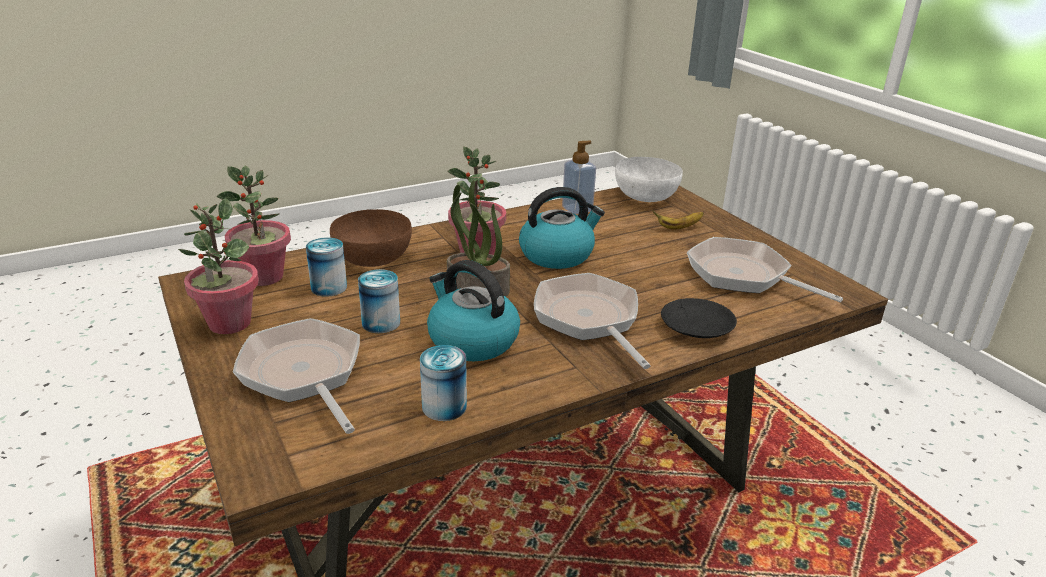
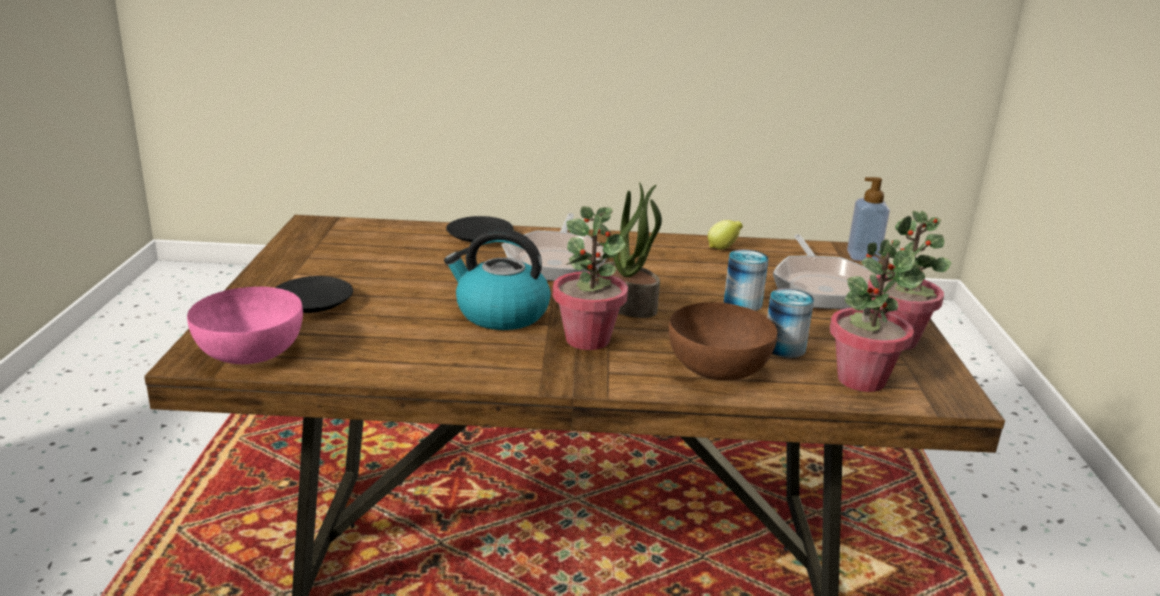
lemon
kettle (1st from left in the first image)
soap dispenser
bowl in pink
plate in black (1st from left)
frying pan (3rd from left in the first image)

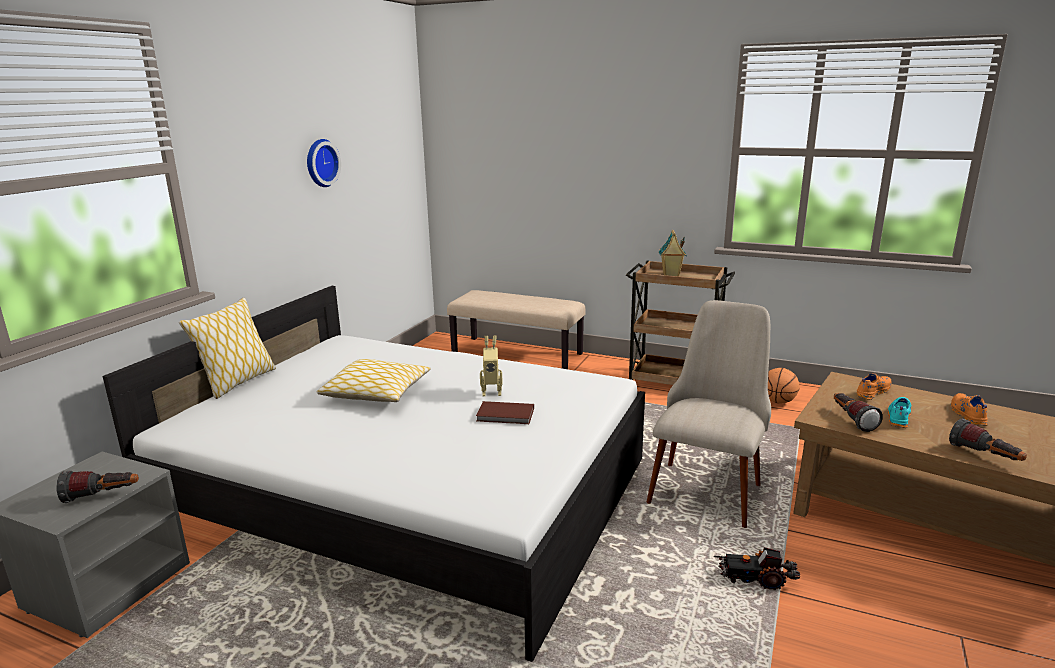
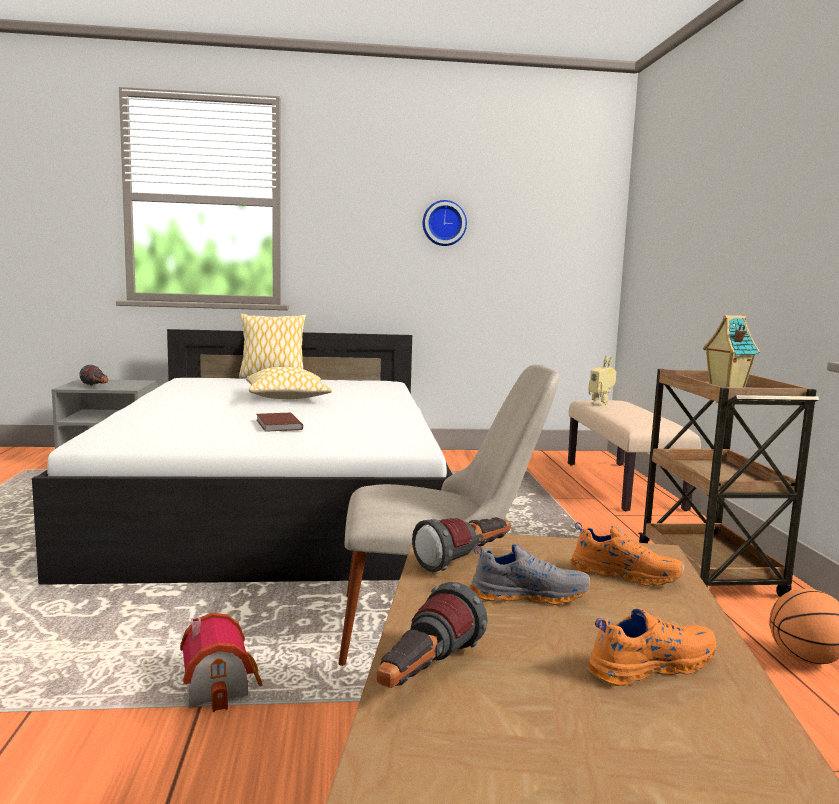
toy robot
toy house (1st from left)
shoe in grey

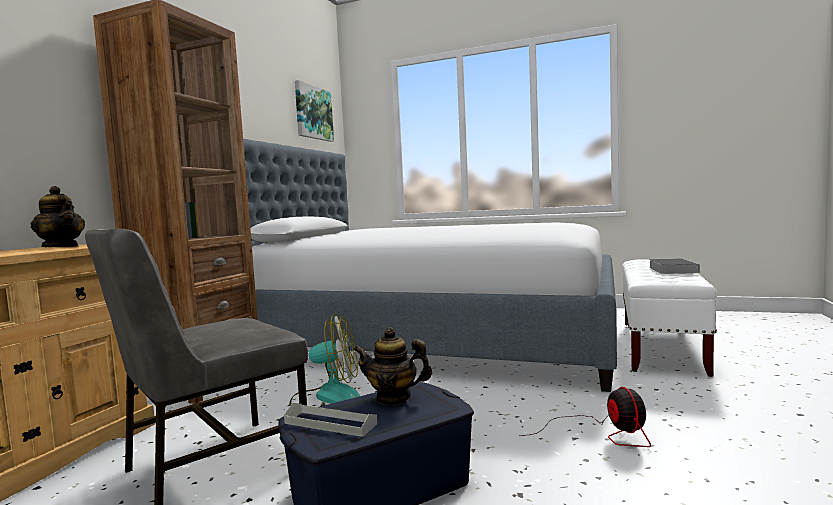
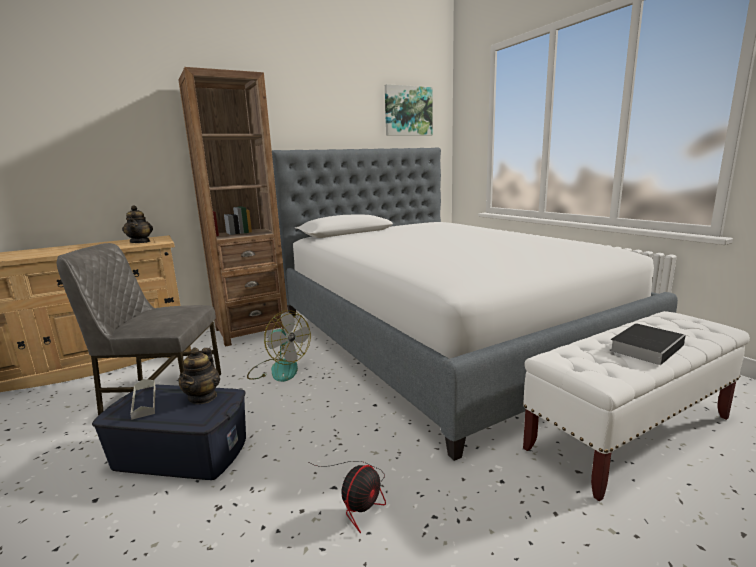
teapot (2nd from left)

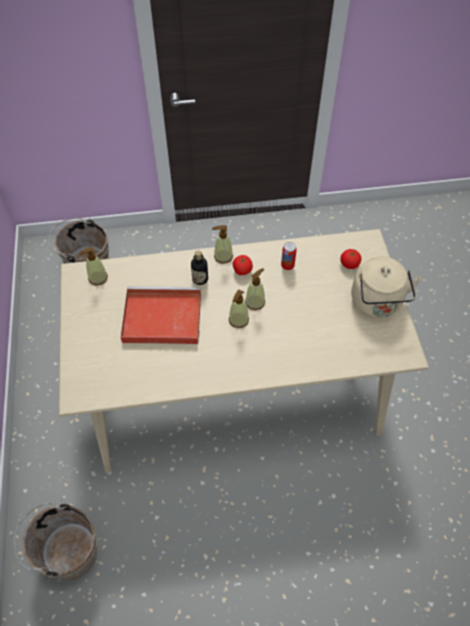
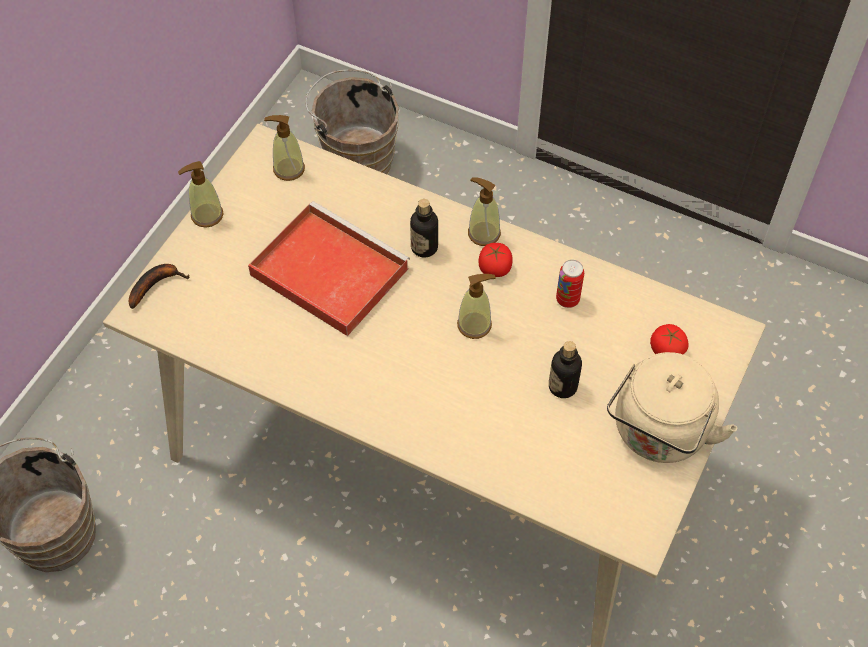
soap dispenser (1st from left)
banana
bottle (2nd from left)

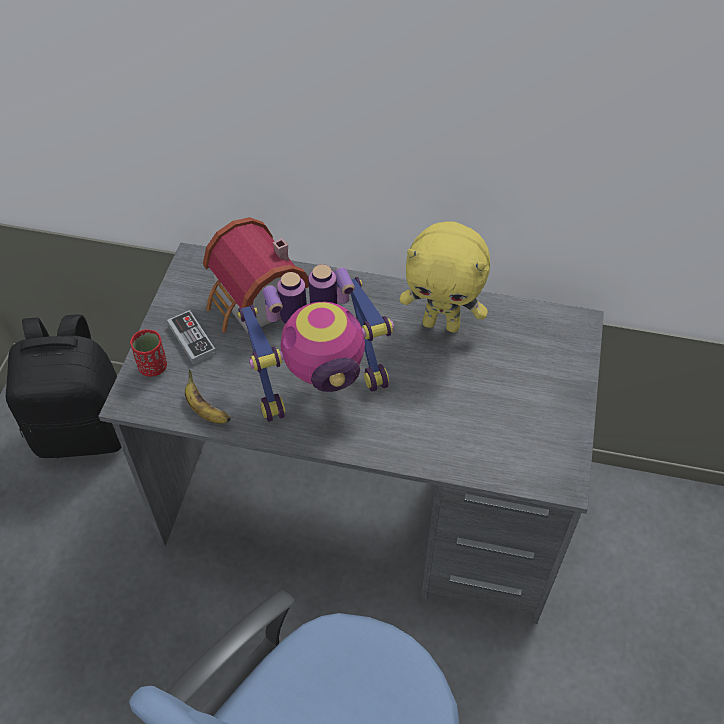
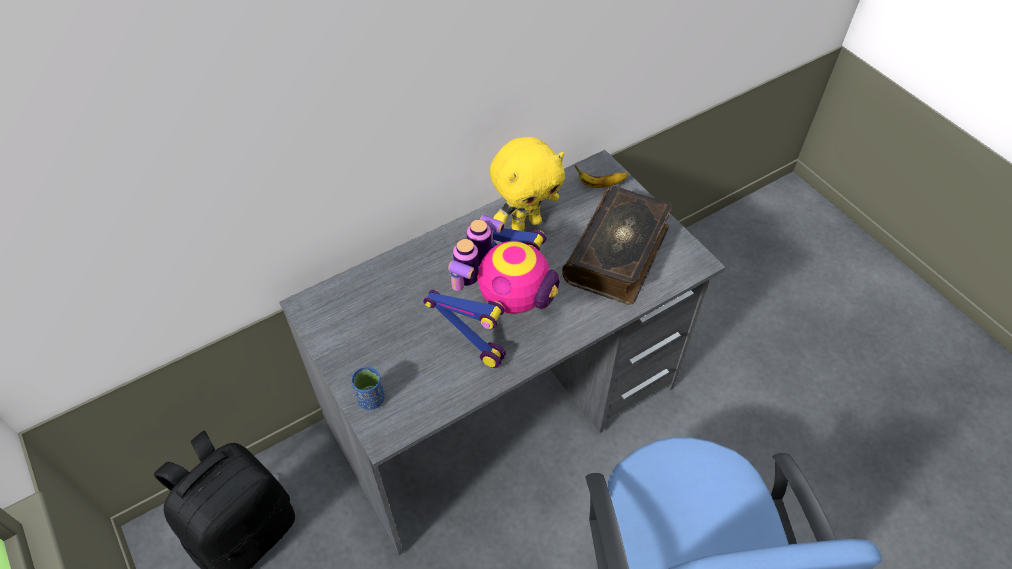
cup in blue
game controller
banana
toy house
book

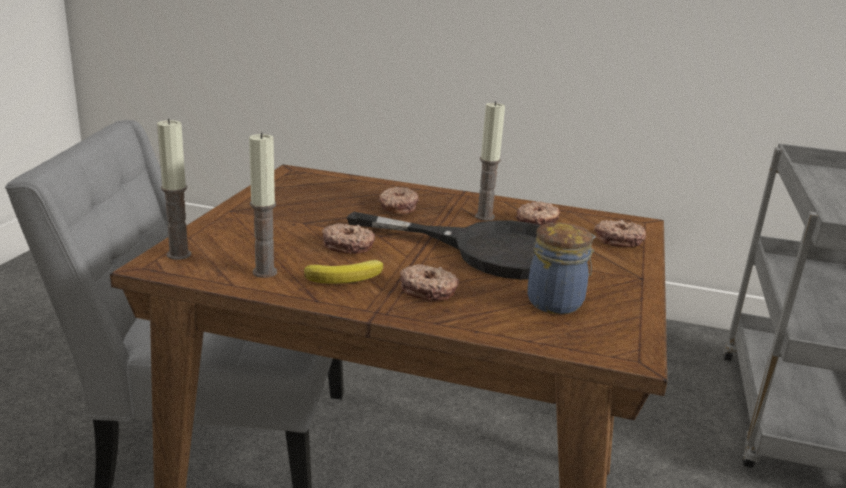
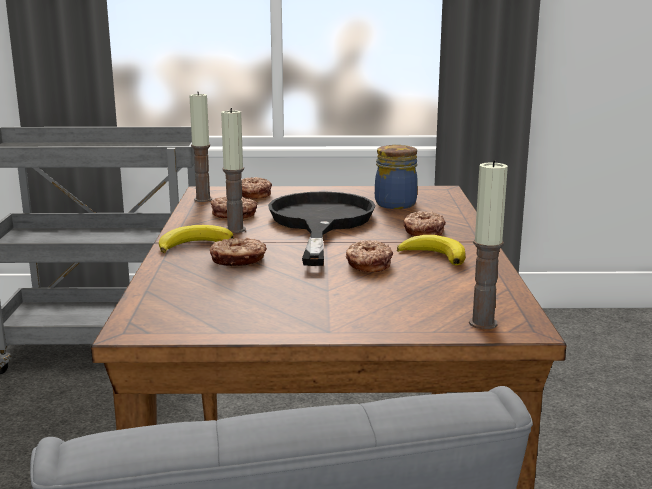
candle (1st from left)
banana (1st from left)

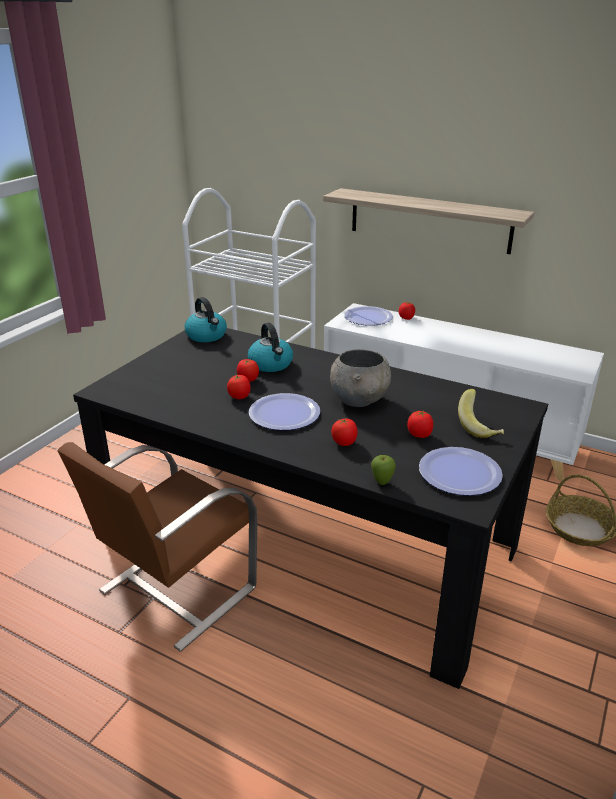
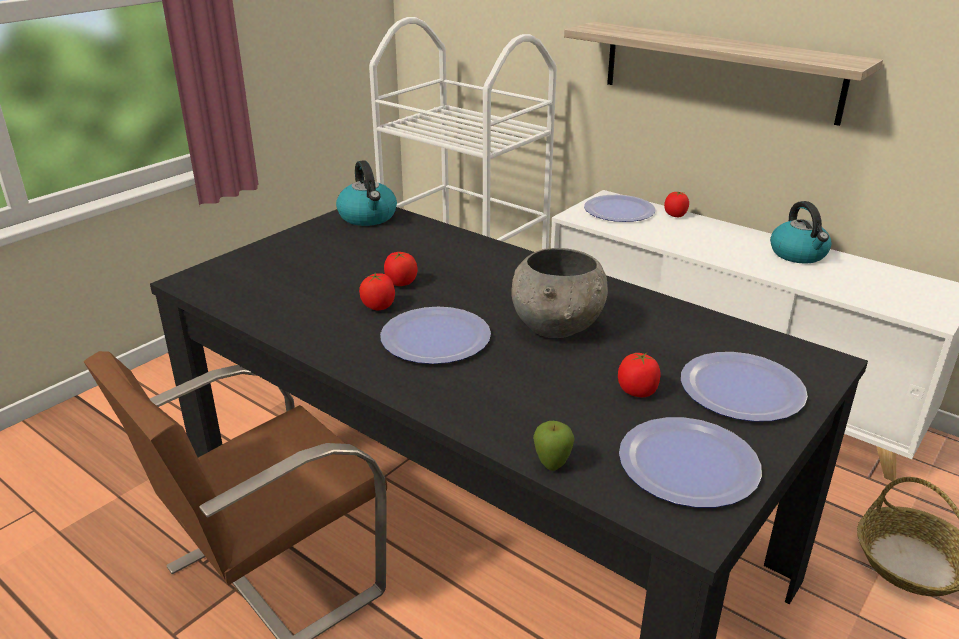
kettle (2nd from left)
tomato (3rd from left in the first image)
plate (4th from left)

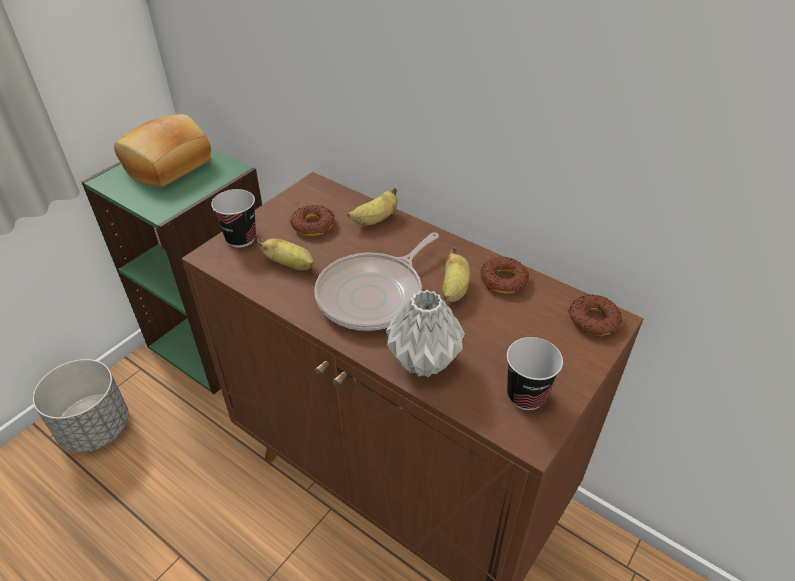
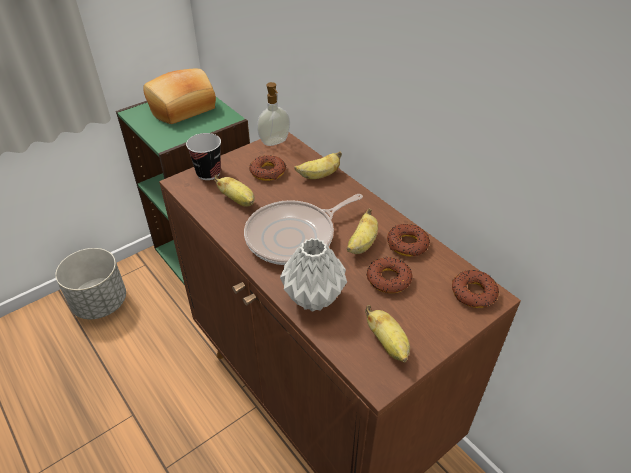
banana (4th from left)
soap dispenser
donut (2nd from left)

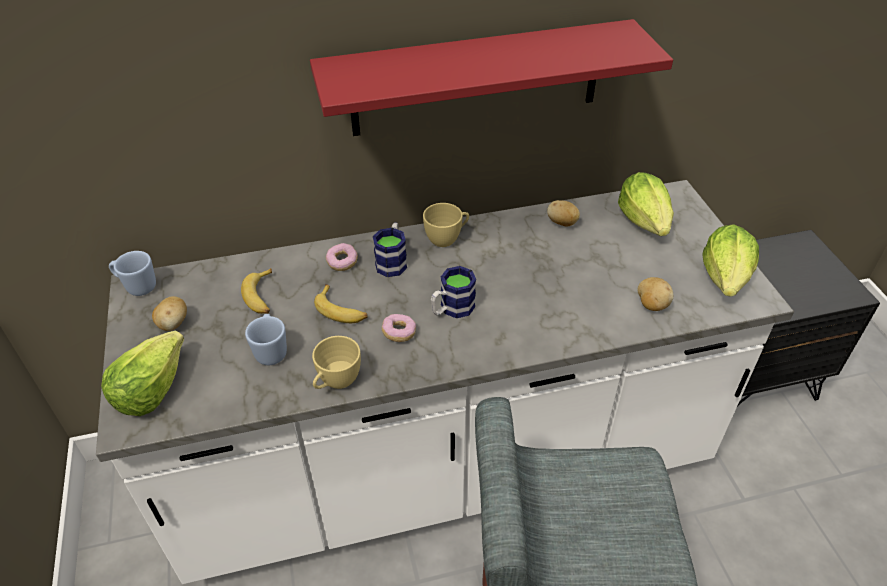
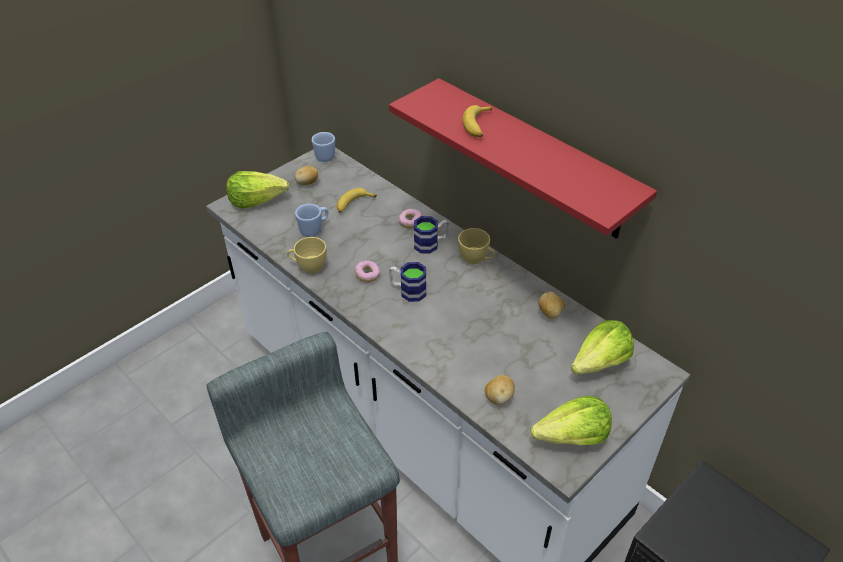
banana (2nd from left)

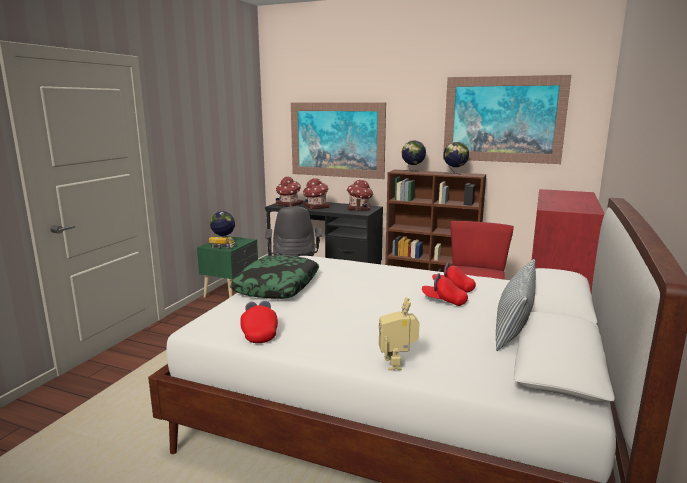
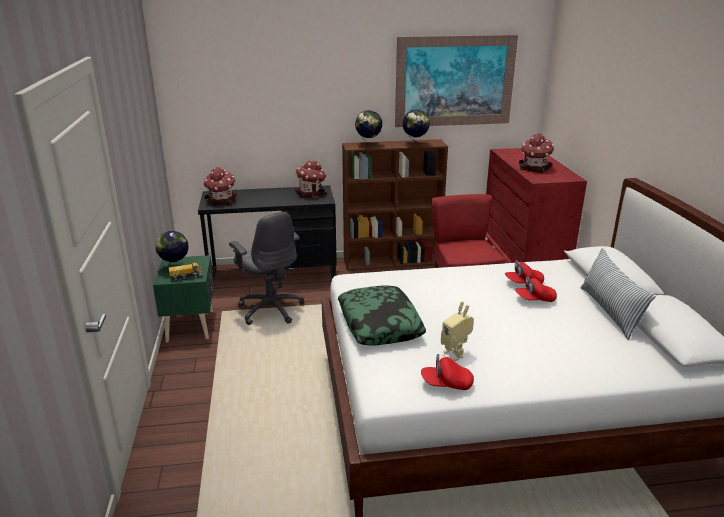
cap in red (1st from left)
picture (1st from left in the first image)
toy house (3rd from left)
toy robot

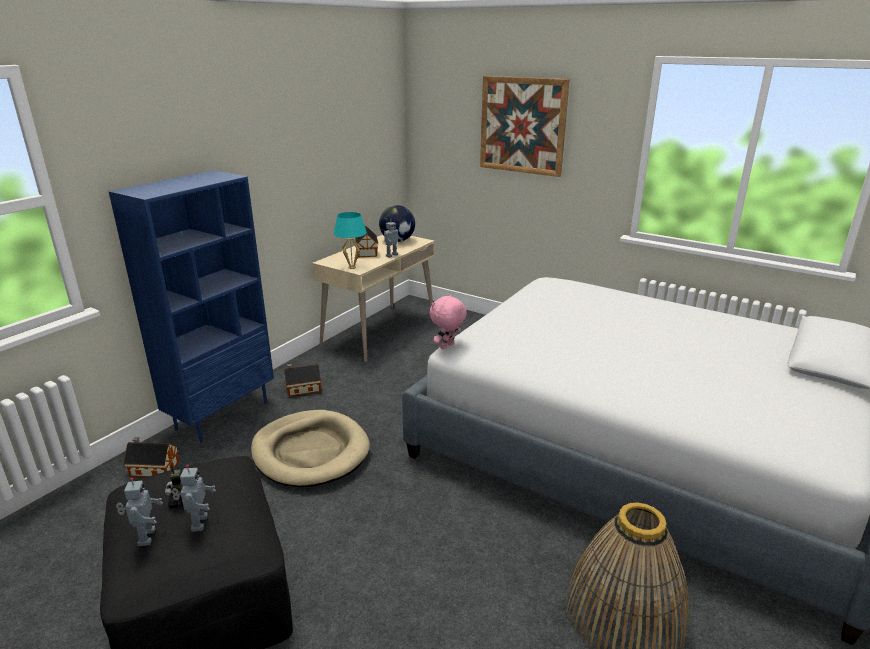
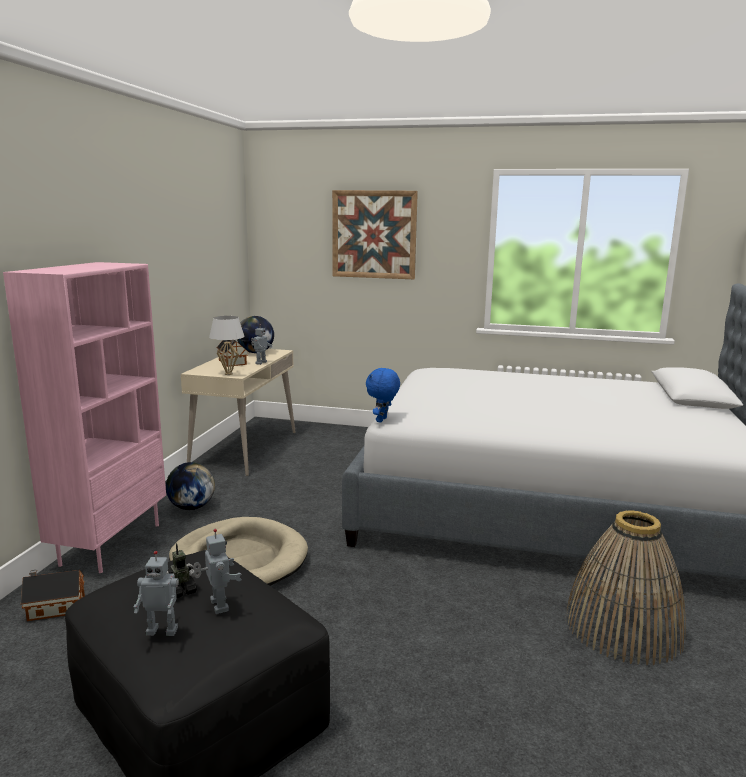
bookcase in pink
toy robot (1st from left)
globe (1st from left)
table lamp in white
plush toy in blue

